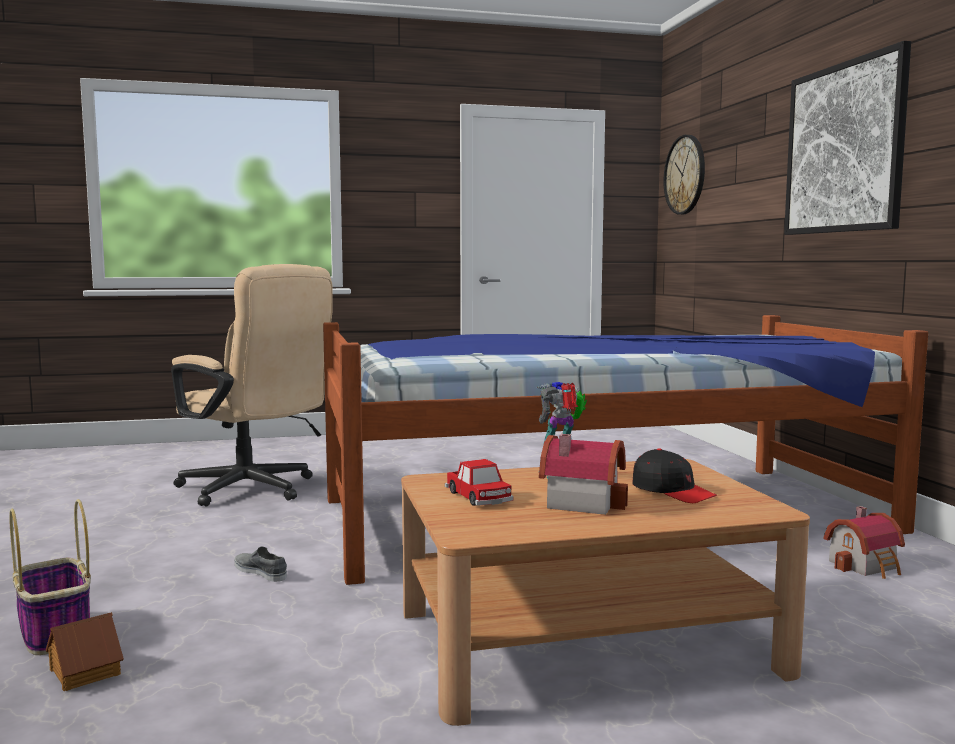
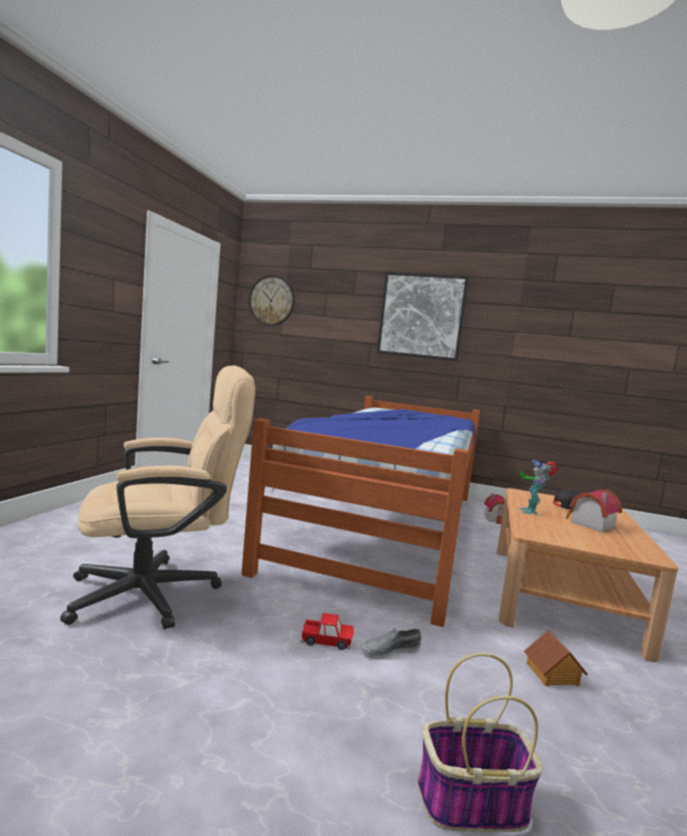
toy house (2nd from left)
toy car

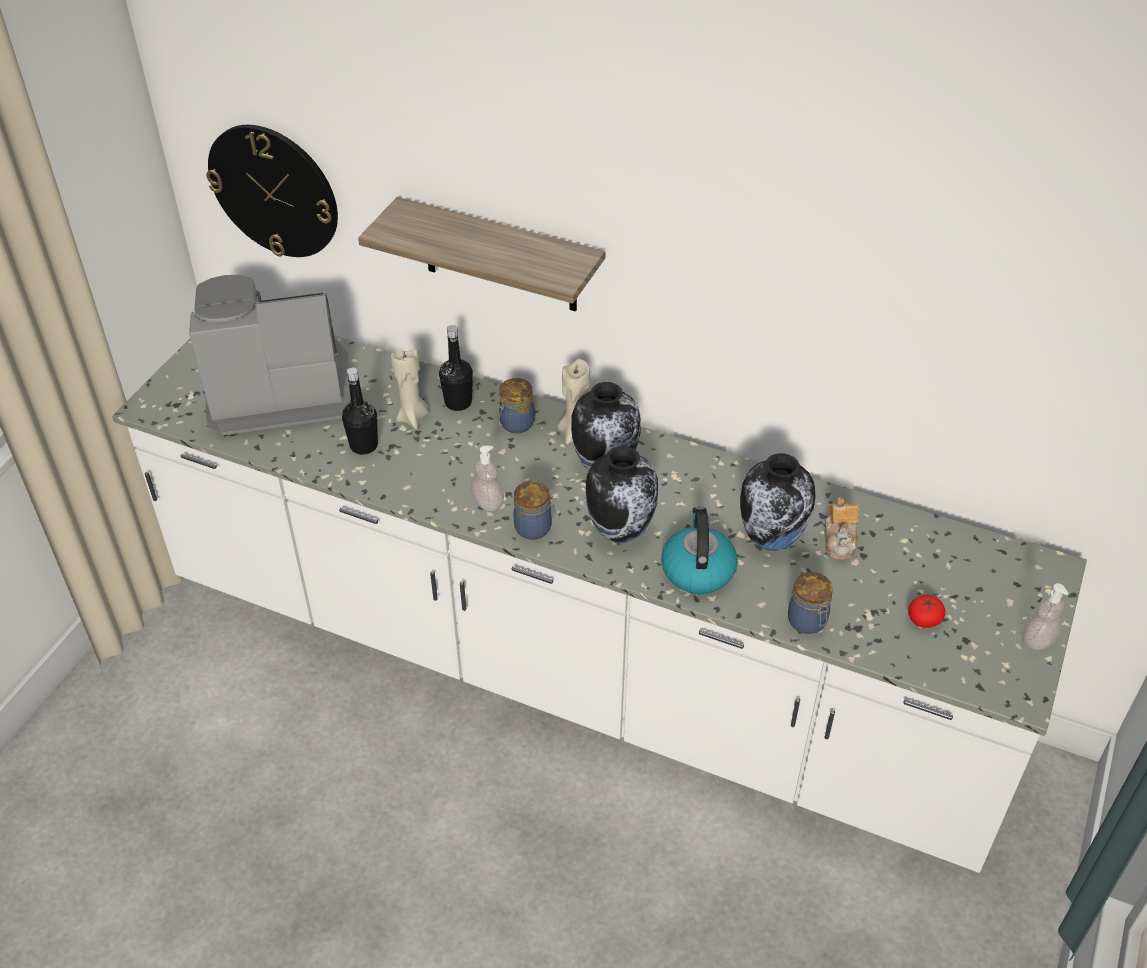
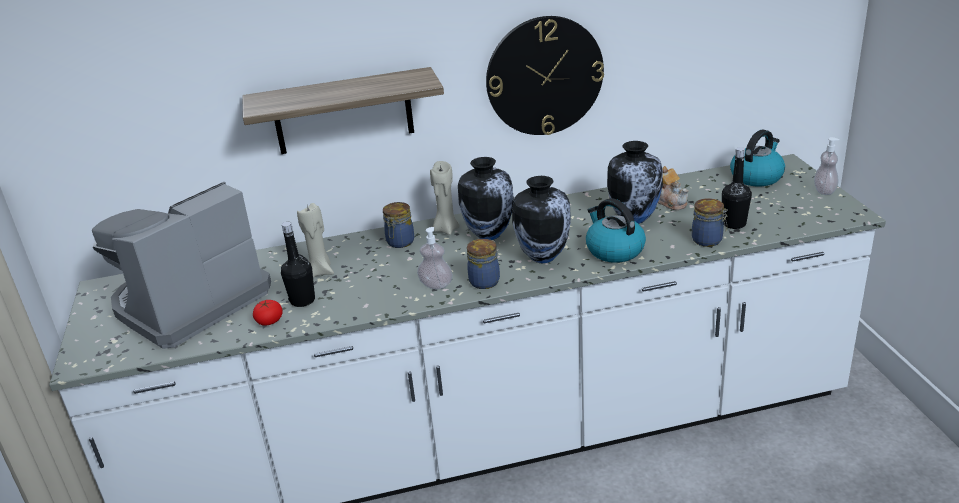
wall clock
bottle in black (2nd from left)
tomato
kettle (2nd from left)

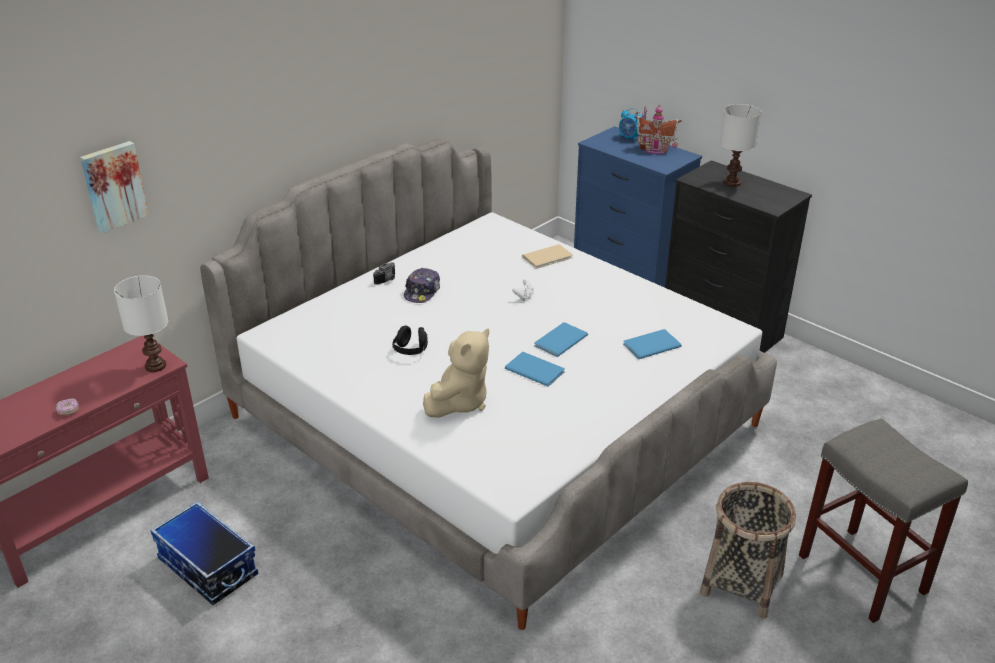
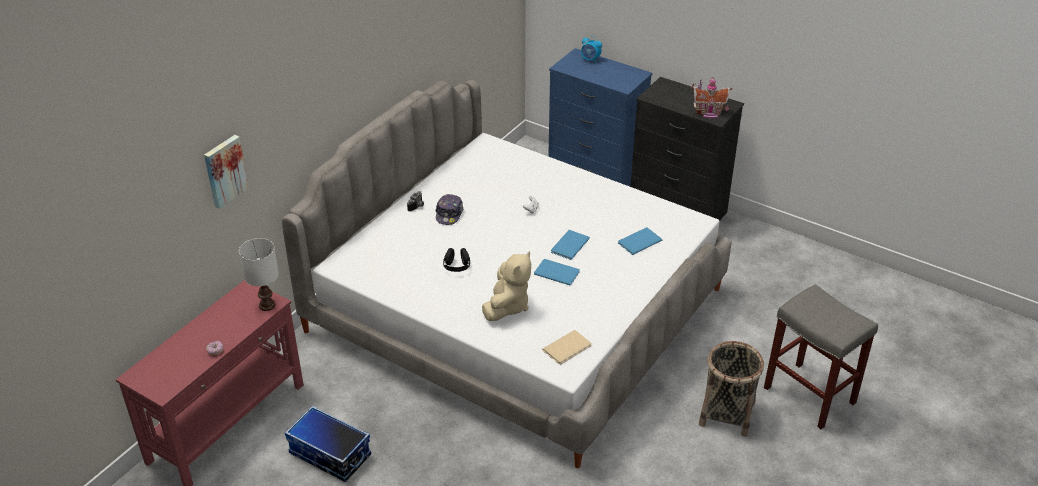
book in beige
toy house
table lamp in white (2nd from left in the first image)

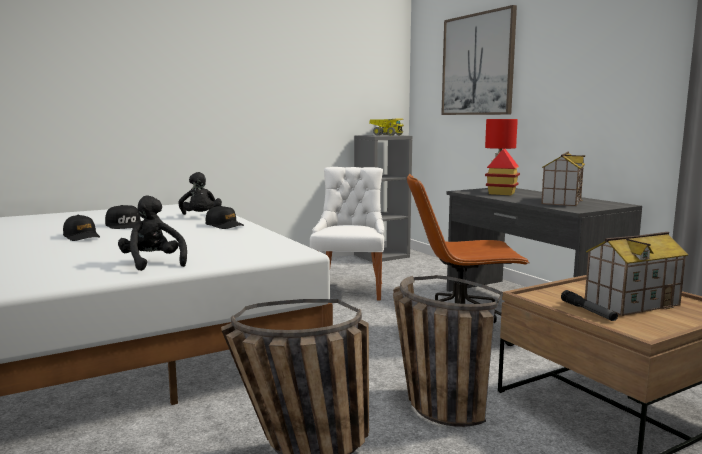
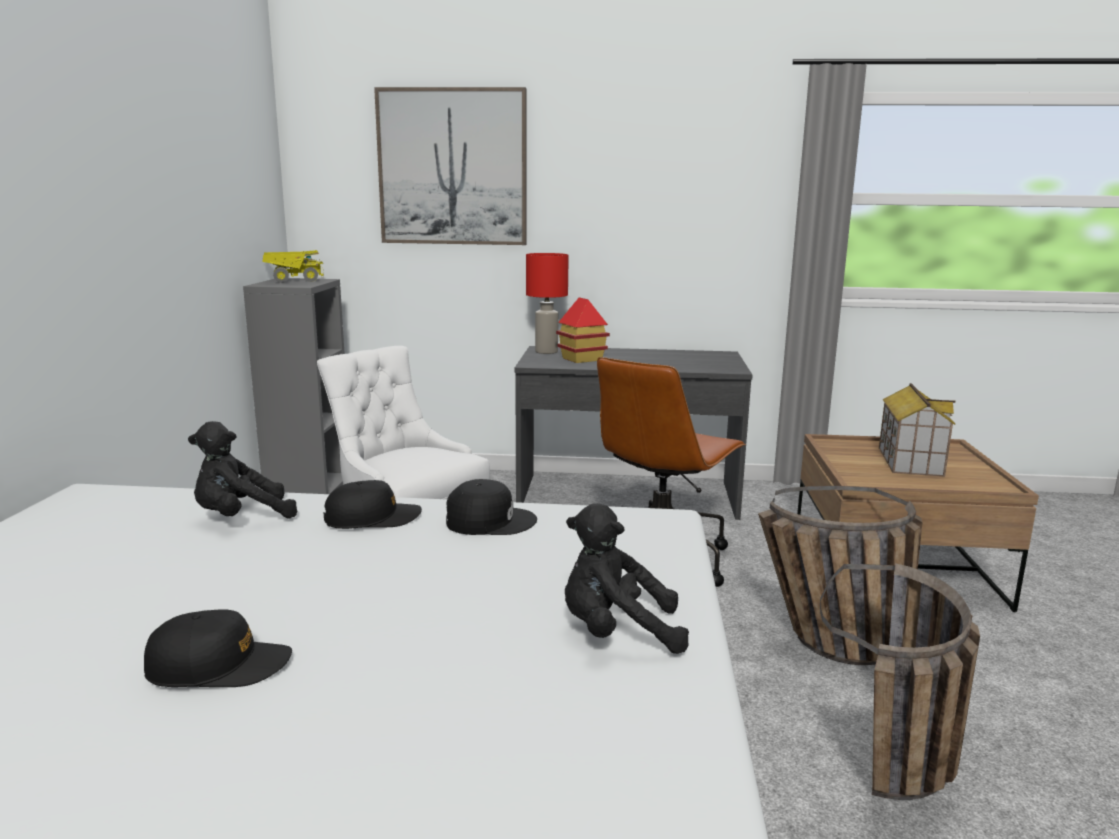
cap in black (3rd from left)
plush toy in black (1st from left)
toy house (2nd from left in the first image)
flashlight

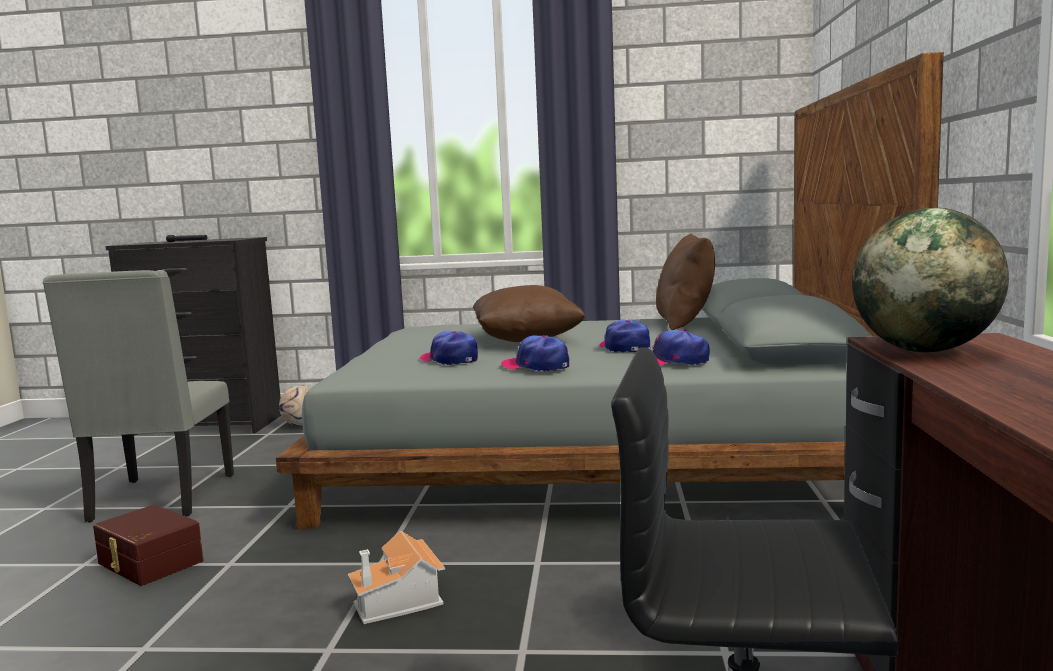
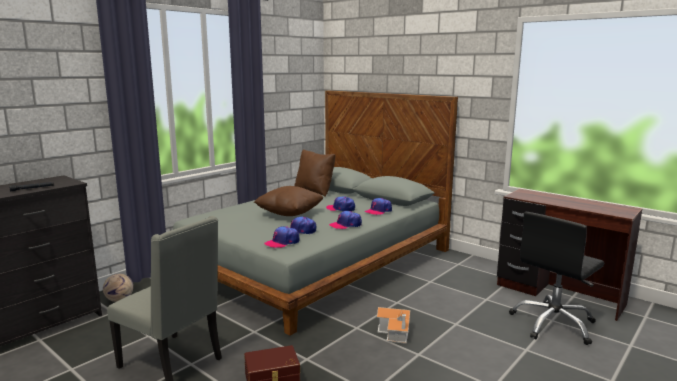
globe
cap (1st from left)

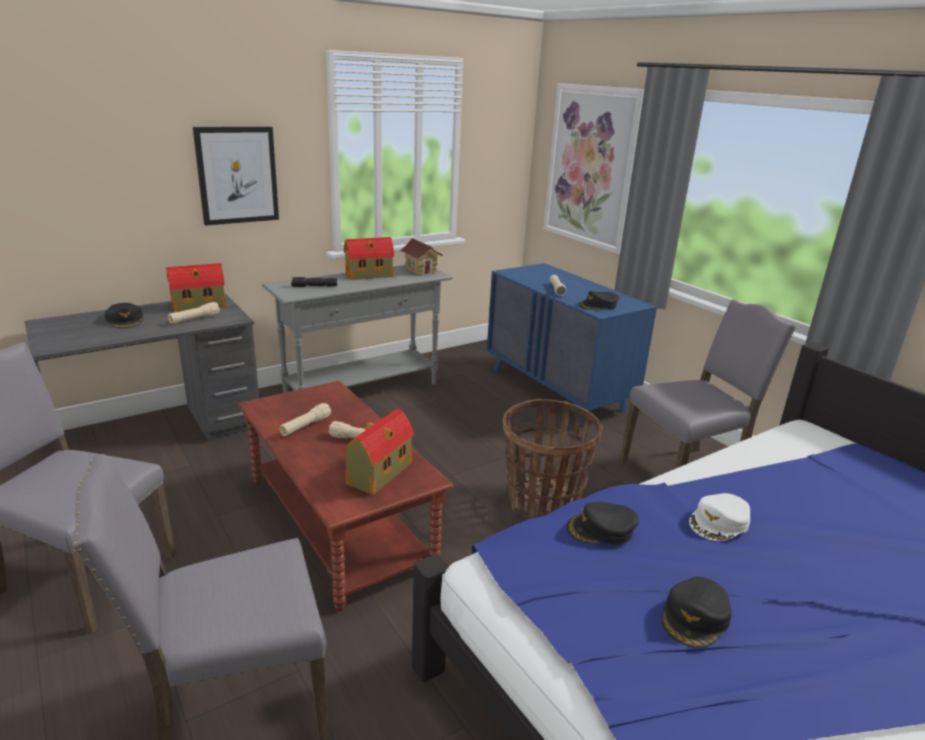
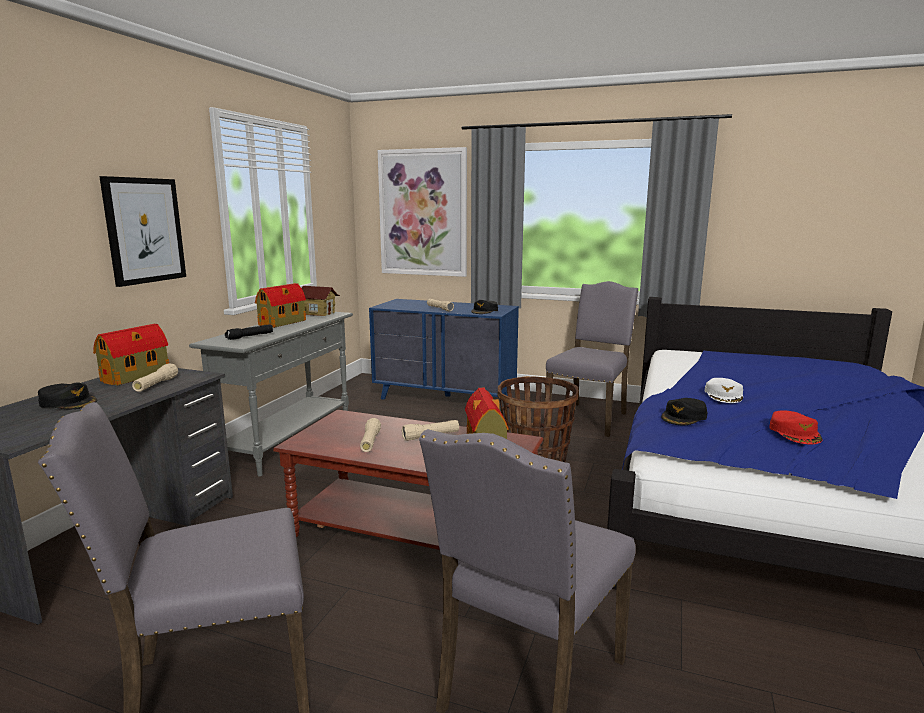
cap in red

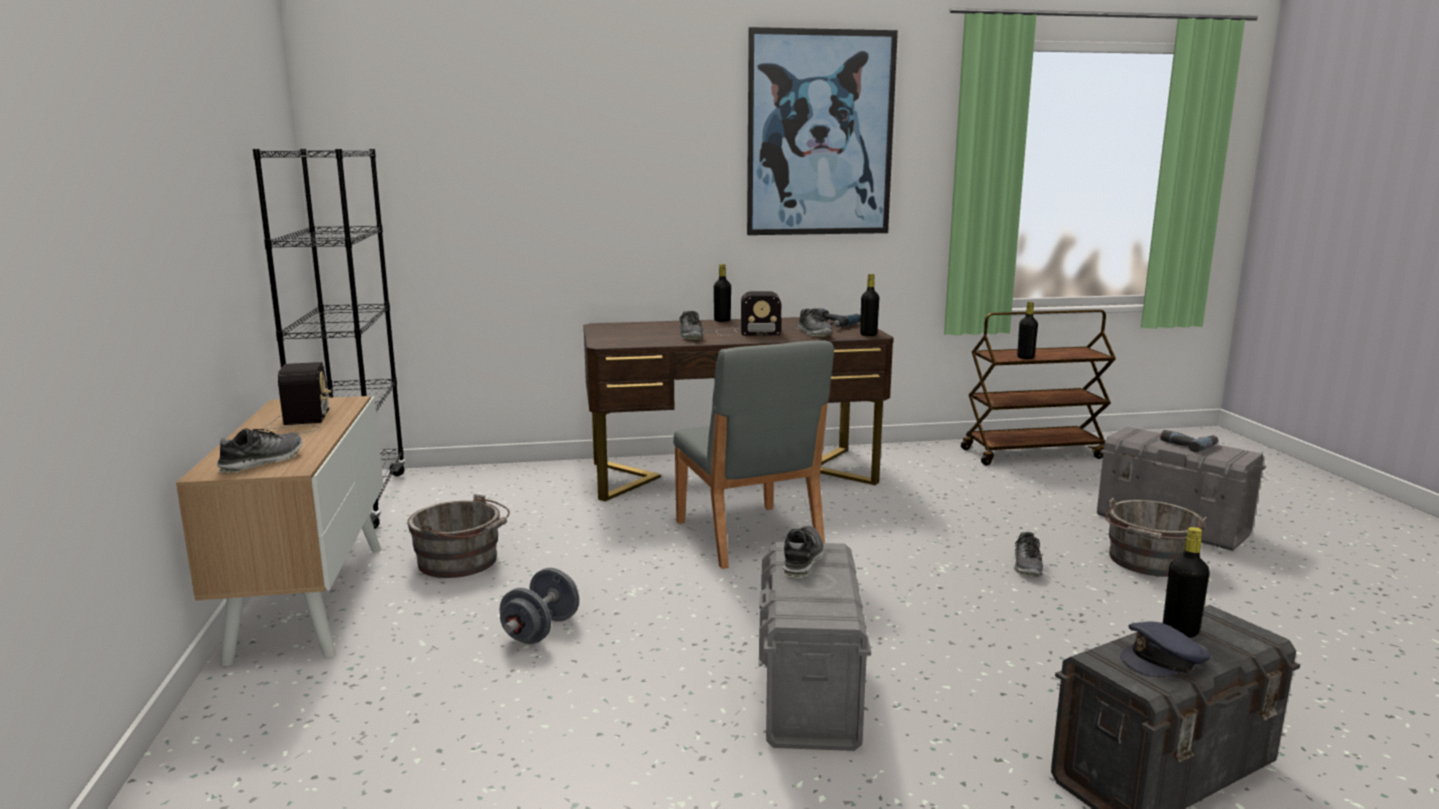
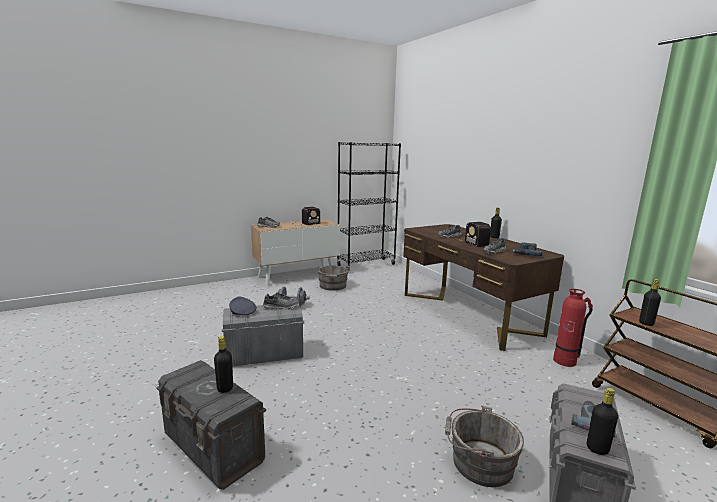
chair in grey
picture
bottle in black (3rd from left)
shoe (5th from left in the first image)
cap in grey
fire extinguisher

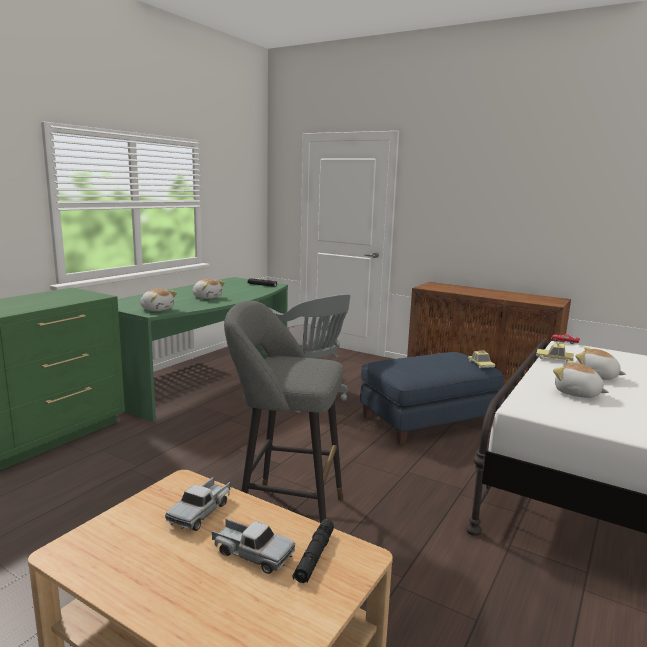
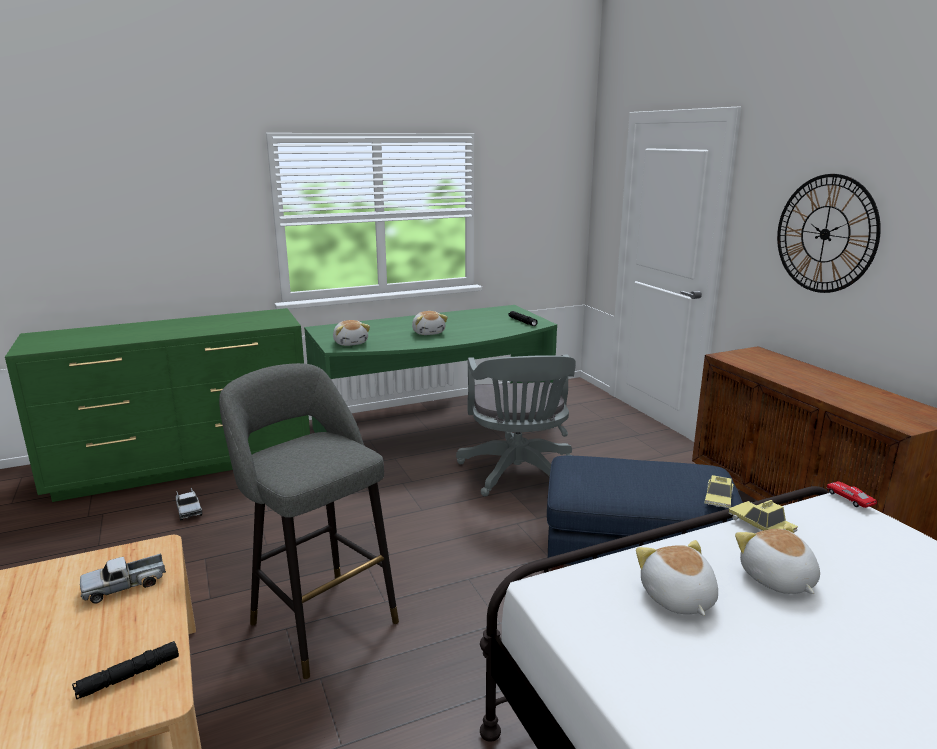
toy truck (2nd from left)
wall clock

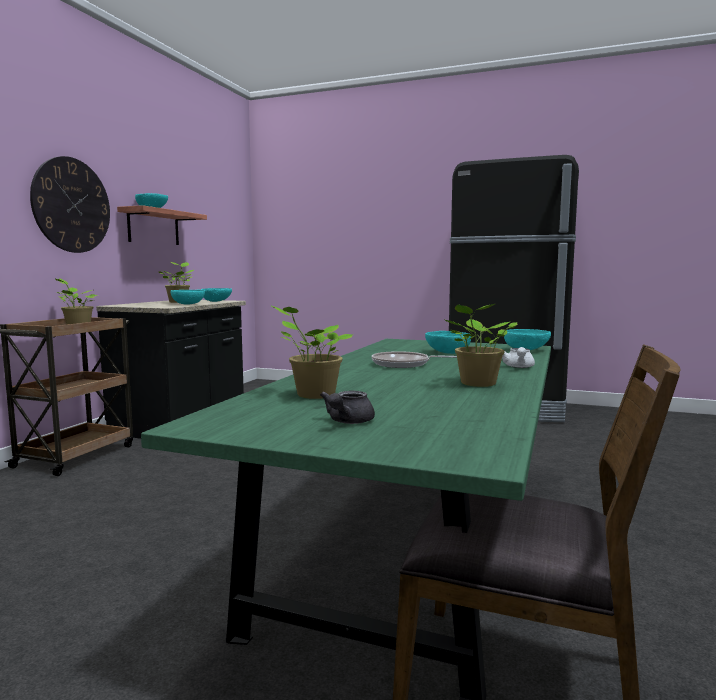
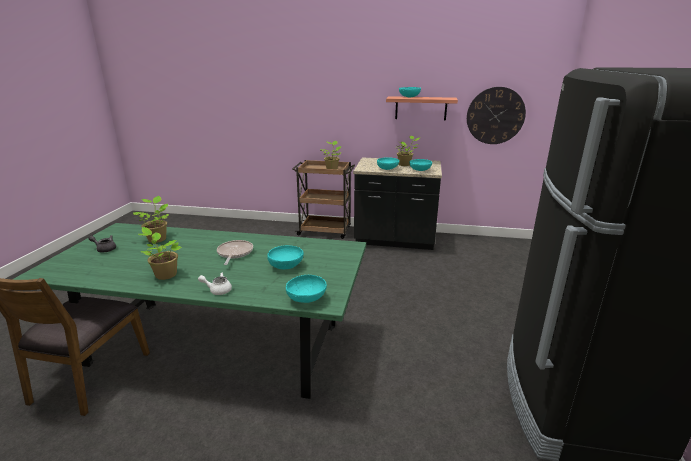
wall clock

